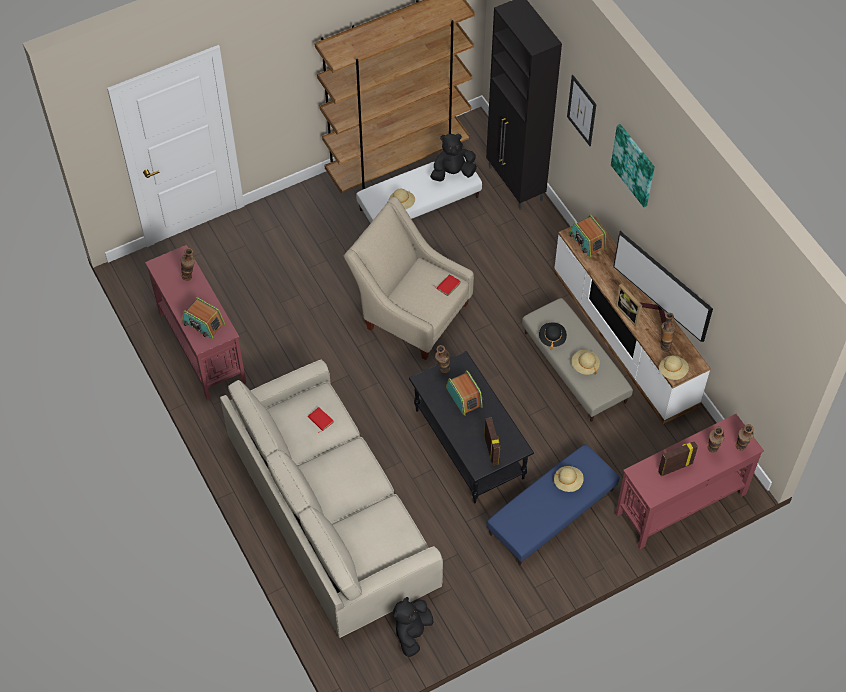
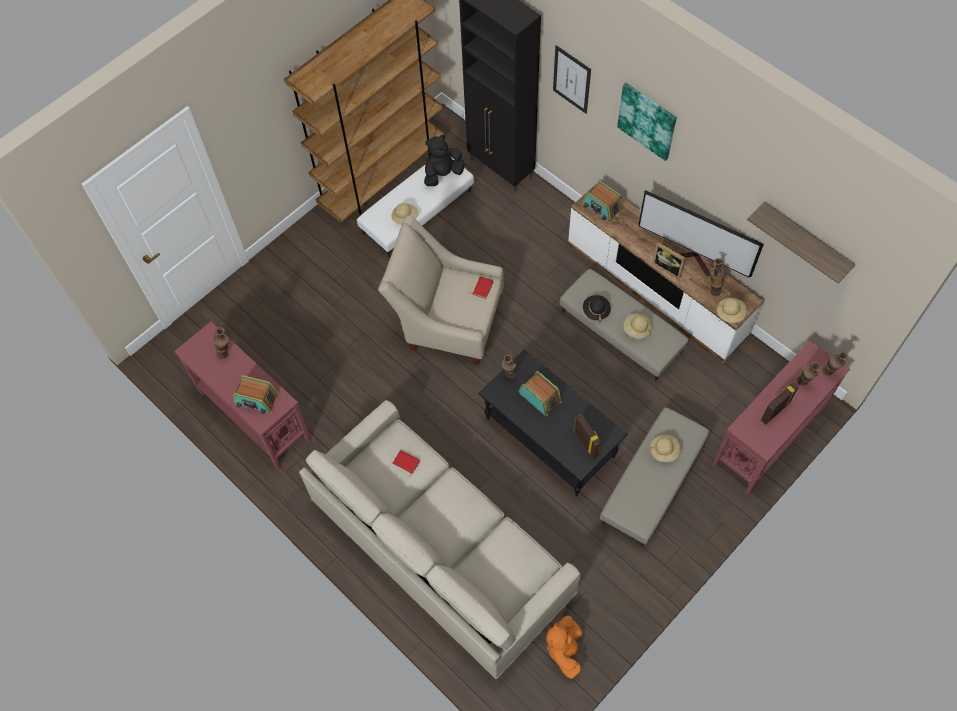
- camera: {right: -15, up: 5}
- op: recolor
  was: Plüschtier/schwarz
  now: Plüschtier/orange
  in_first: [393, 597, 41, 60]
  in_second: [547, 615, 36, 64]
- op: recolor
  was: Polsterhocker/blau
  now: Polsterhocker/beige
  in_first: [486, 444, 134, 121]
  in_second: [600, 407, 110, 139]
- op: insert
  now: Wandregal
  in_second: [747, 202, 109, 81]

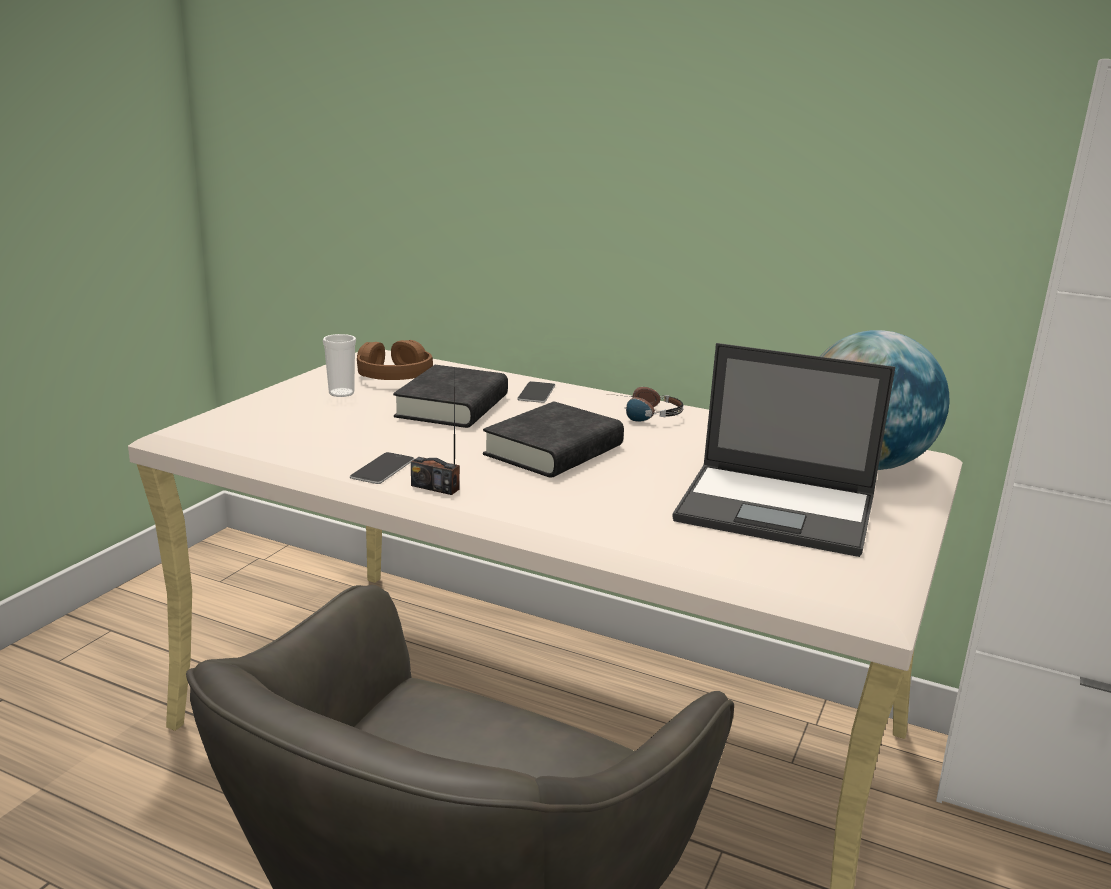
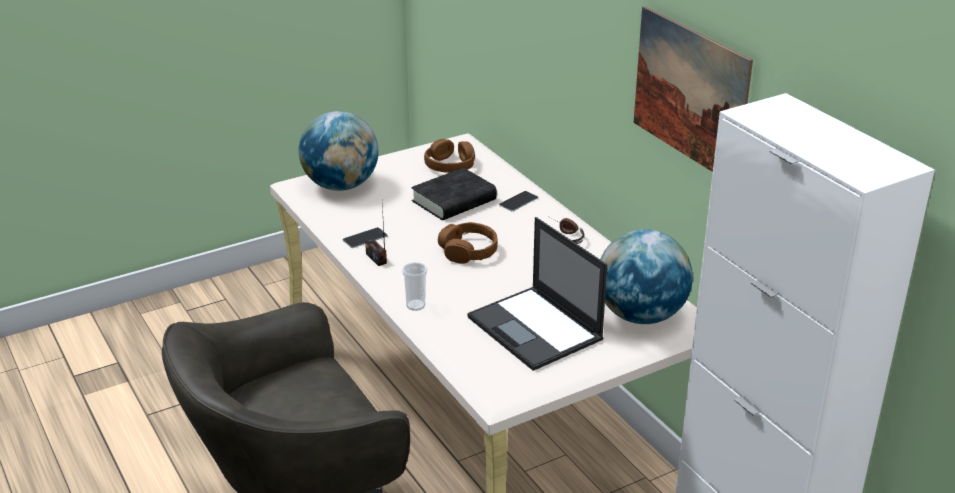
- camera: {right: 35, up: 10}
- op: move
  was: Tasse
  in_first: [323, 334, 33, 63]
  in_second: [402, 262, 25, 49]
- op: replace
  was: Buch/schwarz
  now: Kopfhörer/braun
  in_first: [483, 401, 141, 77]
  in_second: [438, 222, 60, 42]
- op: insert
  now: Globus
  in_second: [299, 111, 80, 80]
- op: insert
  now: Bild
  in_second: [634, 6, 119, 166]

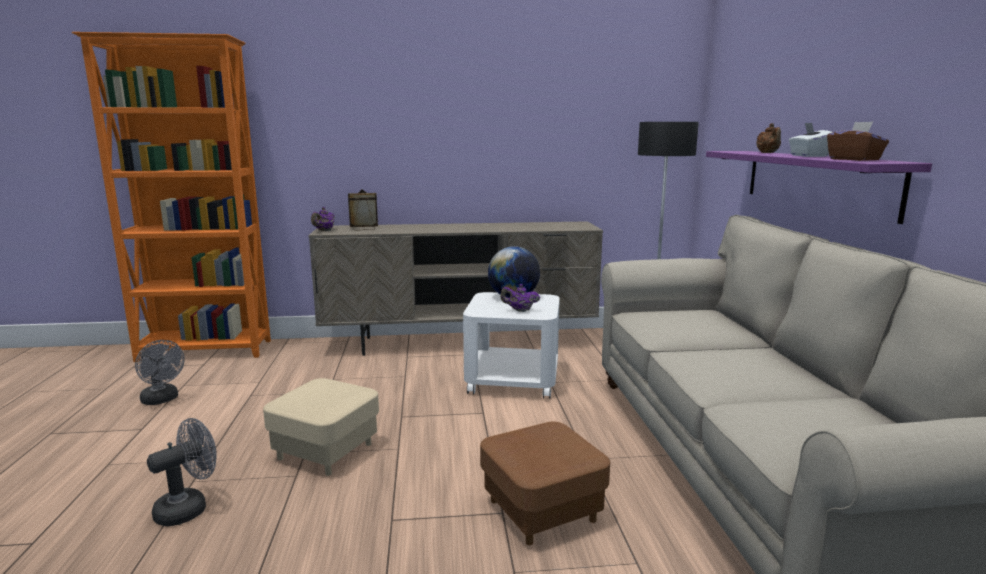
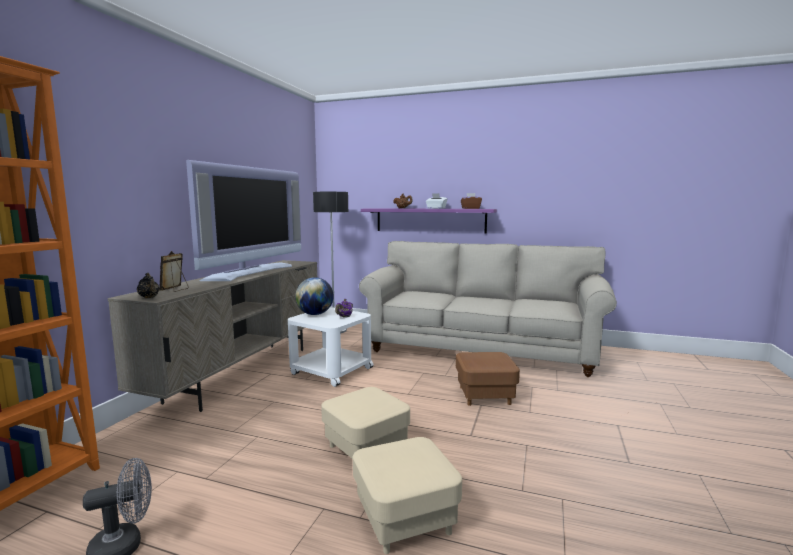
- camera: {right: -65, up: -5}
- op: replace
  was: Ventilator/grau
  now: Polsterhocker/beige
  in_first: [147, 418, 70, 108]
  in_second: [353, 437, 109, 117]
- op: recolor
  was: Teekanne/lila
  now: Teekanne/schwarz
  in_first: [311, 207, 24, 24]
  in_second: [136, 273, 24, 25]
- op: insert
  now: Fernseher
  in_second: [186, 160, 115, 121]

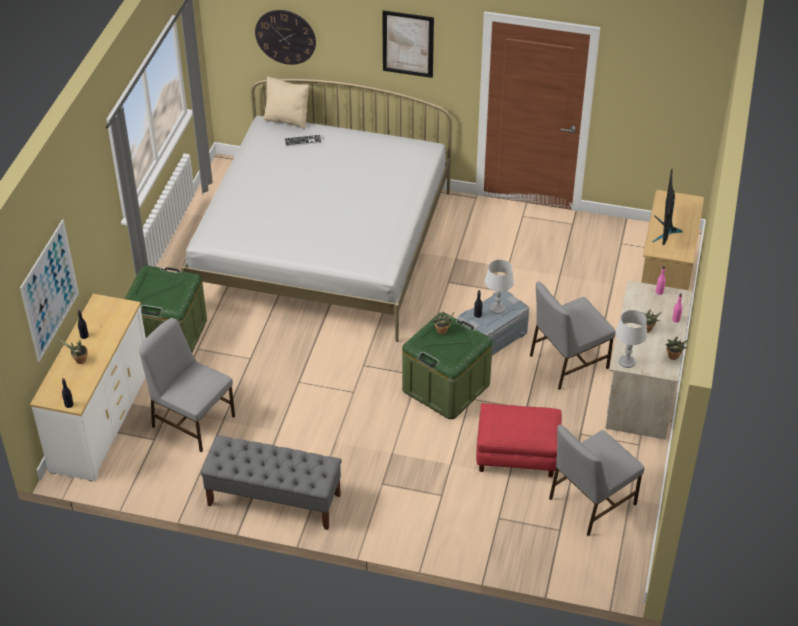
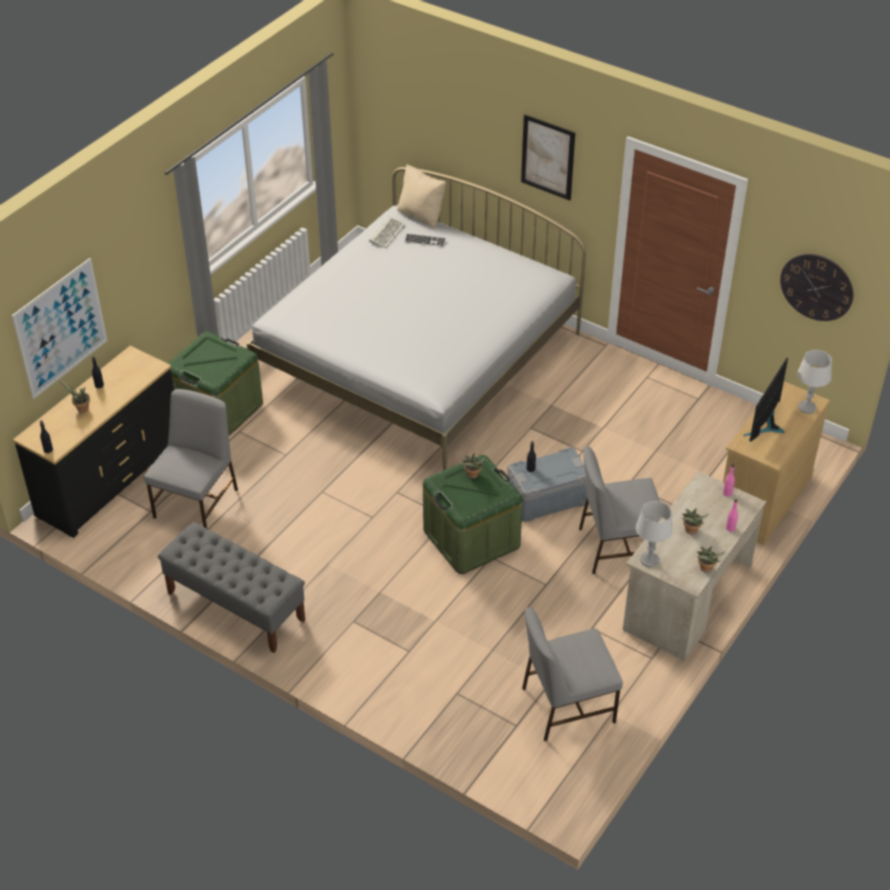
- camera: {right: 20, up: 0}
- op: recolor
  was: Kommode/weiß
  now: Kommode/schwarz
  in_first: [30, 294, 116, 188]
  in_second: [13, 346, 161, 192]
- op: rotate
  was: Stuhl/grau
  in_first: [139, 318, 96, 134]
  in_second: [144, 389, 94, 140]
  clockwise: 60
- op: move
  was: Wanduhr
  in_first: [255, 10, 61, 55]
  in_second: [780, 254, 73, 67]
- op: delete
  was: Polsterhocker/rot
  in_first: [476, 403, 86, 74]
- op: move
  was: Tischlampe/grau
  in_first: [485, 260, 29, 54]
  in_second: [797, 350, 35, 64]
- op: insert
  now: Tastatur
  in_second: [369, 216, 36, 32]

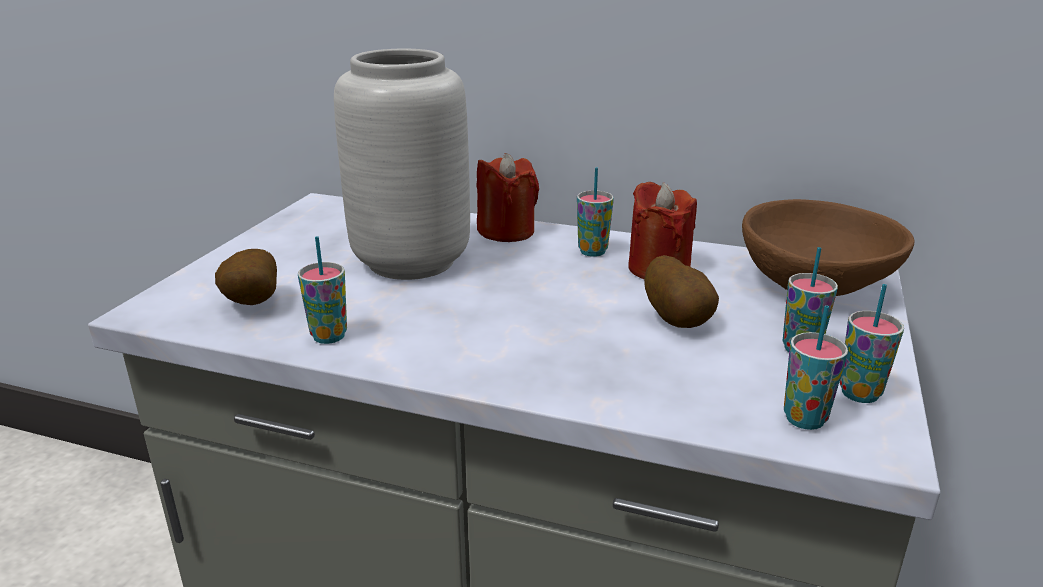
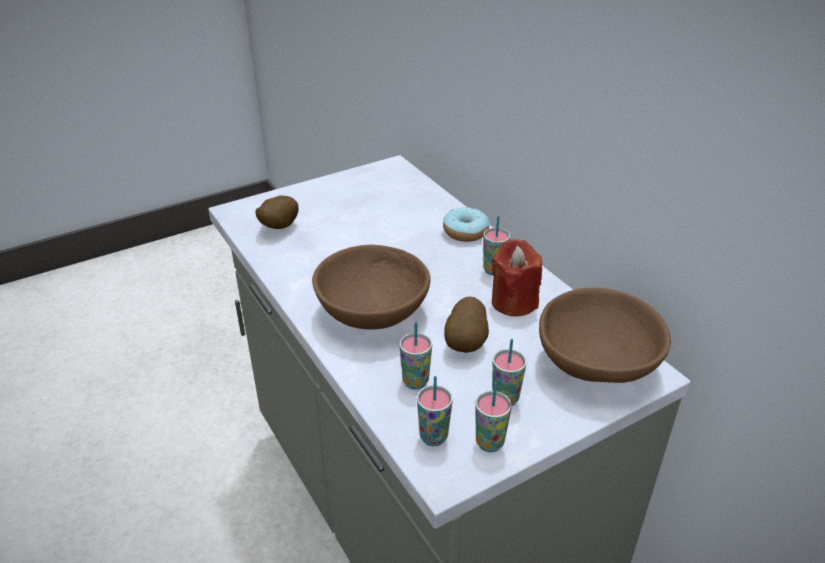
- camera: {right: 40, up: 10}
- op: move
  was: Tasse
  in_first: [298, 236, 49, 108]
  in_second: [400, 322, 32, 68]
- op: delete
  was: Vase/grau
  in_first: [334, 49, 136, 231]
- op: replace
  was: Kerze/rot
  now: Donut
  in_first: [477, 153, 62, 89]
  in_second: [443, 207, 47, 35]
- op: insert
  now: Schüssel/braun
  in_second: [312, 245, 118, 85]

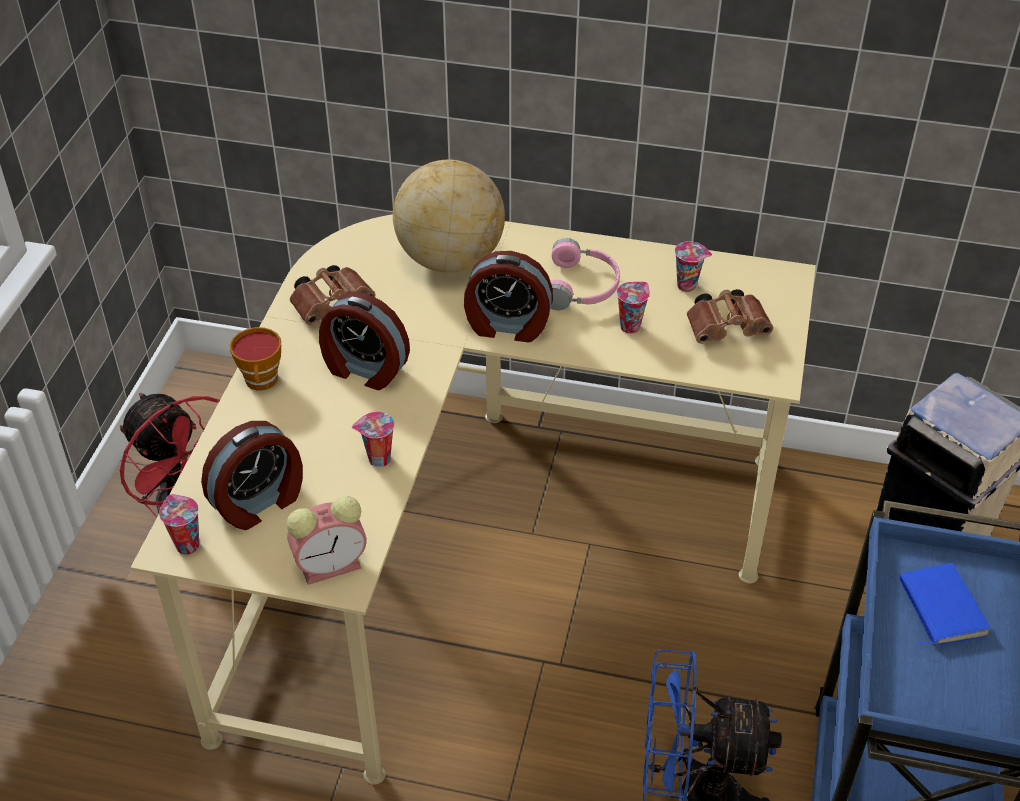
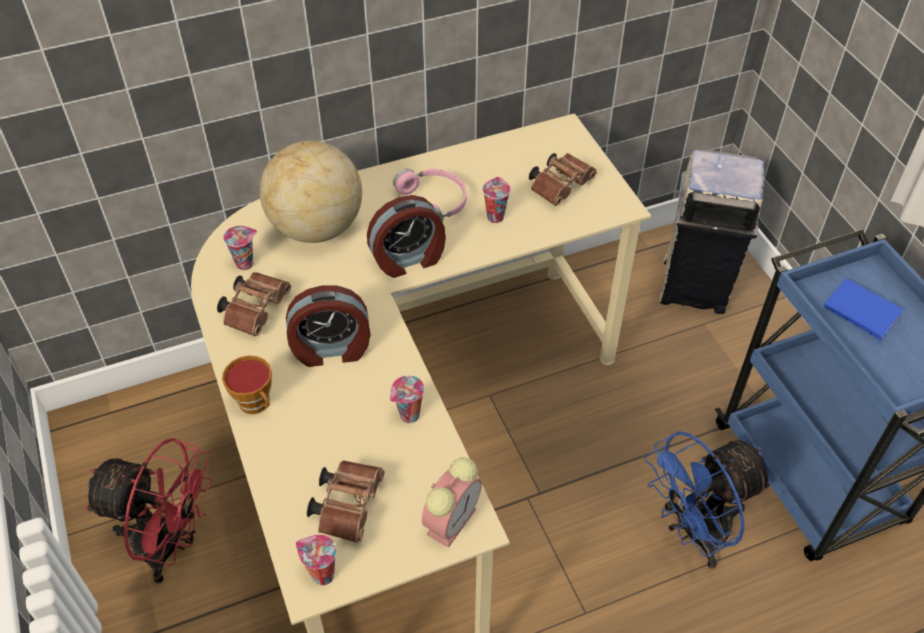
- camera: {right: -35, up: 5}
- op: replace
  was: Wecker
  now: Fernglas/braun
  in_first: [201, 421, 102, 109]
  in_second: [307, 460, 77, 83]
- op: move
  was: Tasse
  in_first: [675, 242, 37, 50]
  in_second: [223, 225, 34, 45]

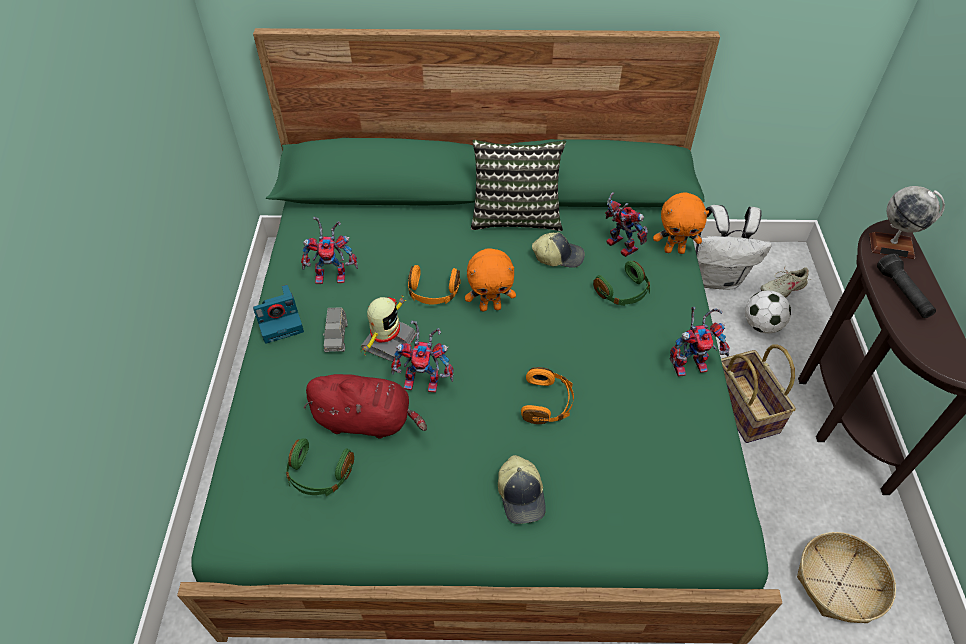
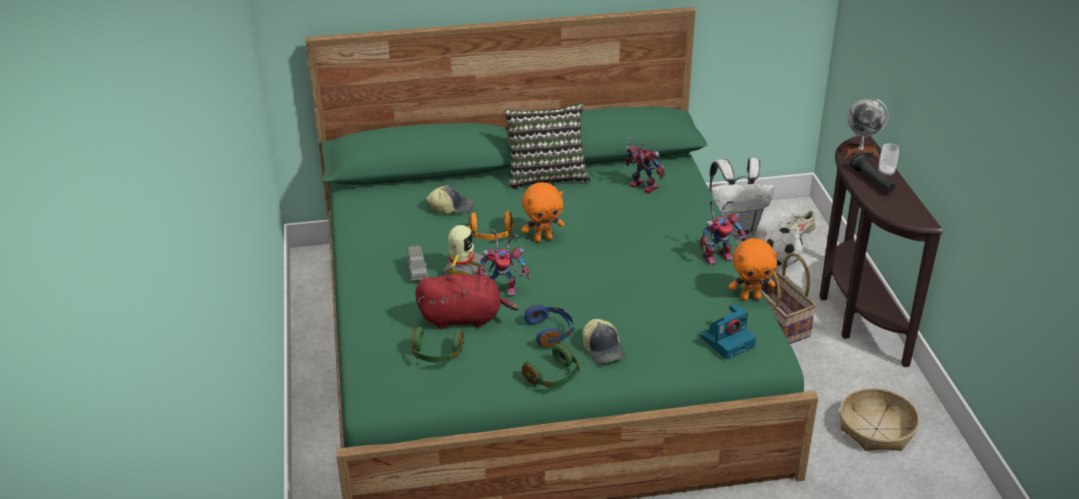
- camera: {right: -10, up: -15}
- op: move
  was: Kamera
  in_first: [253, 285, 51, 59]
  in_second: [701, 304, 55, 55]
- op: delete
  was: Spielzeugroboter
  in_first: [301, 217, 57, 67]
- op: delete
  was: Kopfhörer/orange
  in_first: [521, 367, 53, 57]
- op: move
  was: Kappe
  in_first: [532, 232, 53, 36]
  in_second: [427, 185, 47, 29]
- op: move
  was: Kopfhörer/grün
  in_first: [593, 261, 57, 45]
  in_second: [522, 344, 58, 44]
- op: move
  was: Plüschtier/orange
  in_first: [653, 192, 56, 62]
  in_second: [729, 238, 49, 63]
- op: insert
  now: Kopfhörer/blau
  in_second: [524, 304, 51, 44]
- op: insert
  now: Tasse
  in_second: [879, 143, 20, 33]

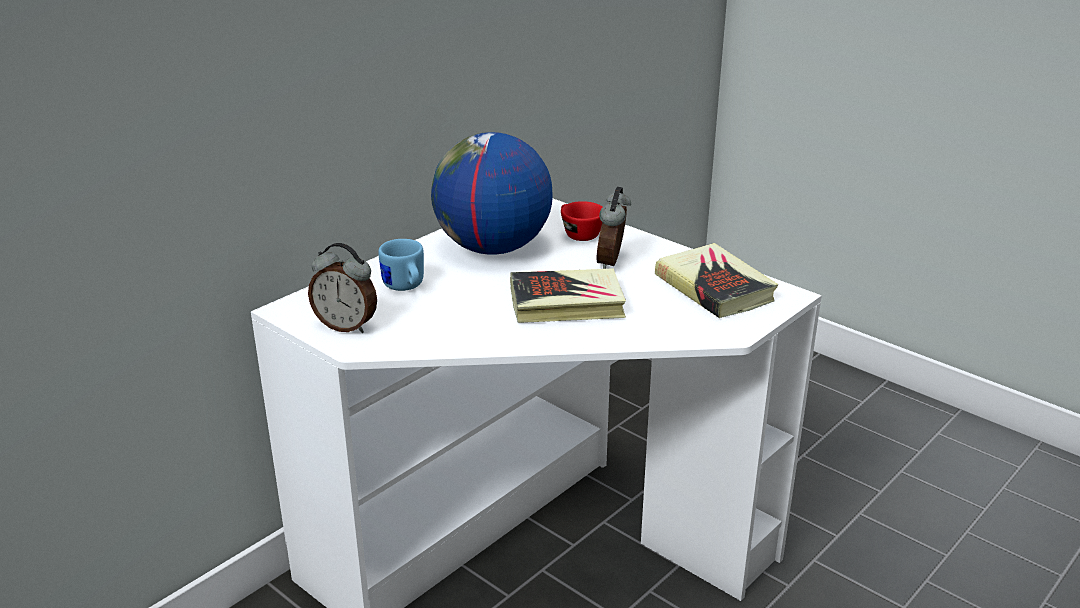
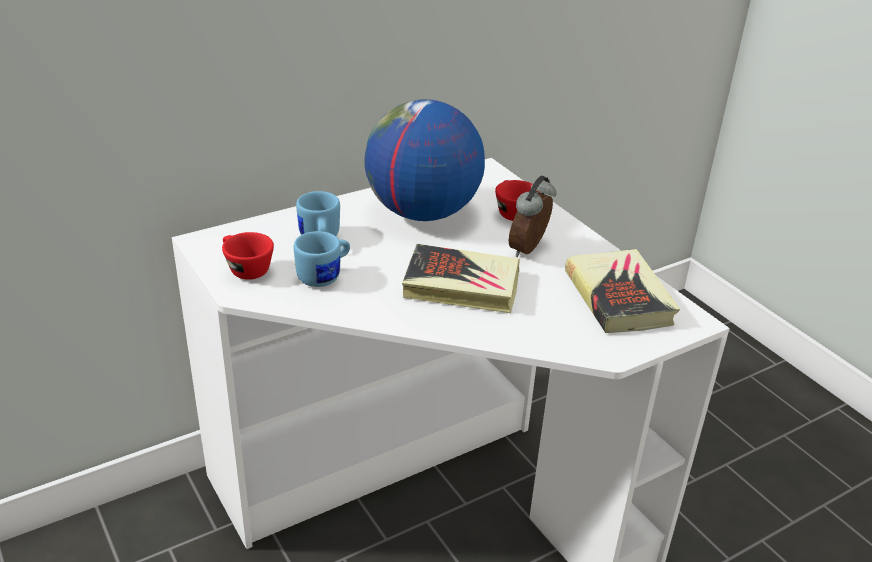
- camera: {right: 15, up: 5}
- op: replace
  was: Wecker
  now: Tasse/rot
  in_first: [308, 243, 69, 90]
  in_second: [222, 232, 52, 48]
- op: insert
  now: Henkelbecher/blau
  in_second: [294, 231, 56, 56]

